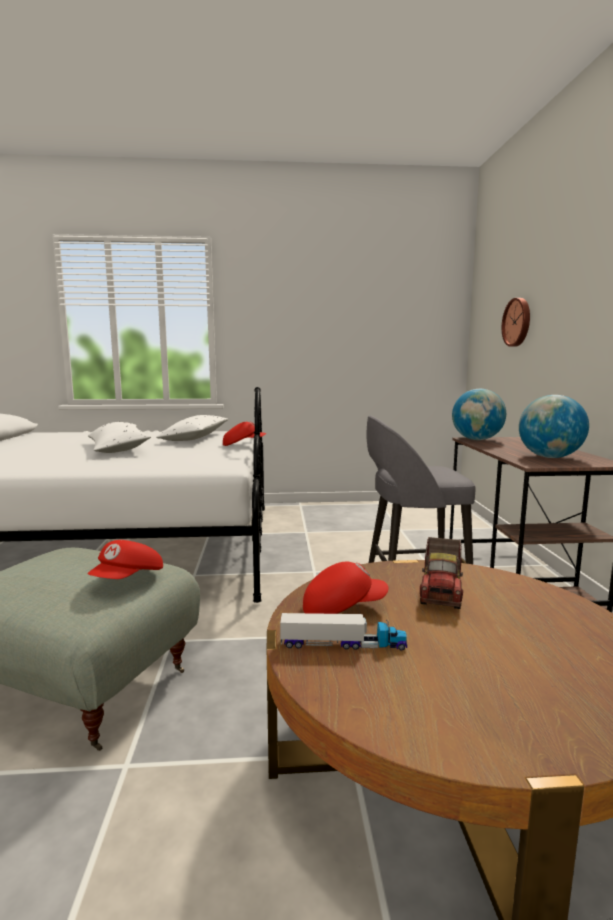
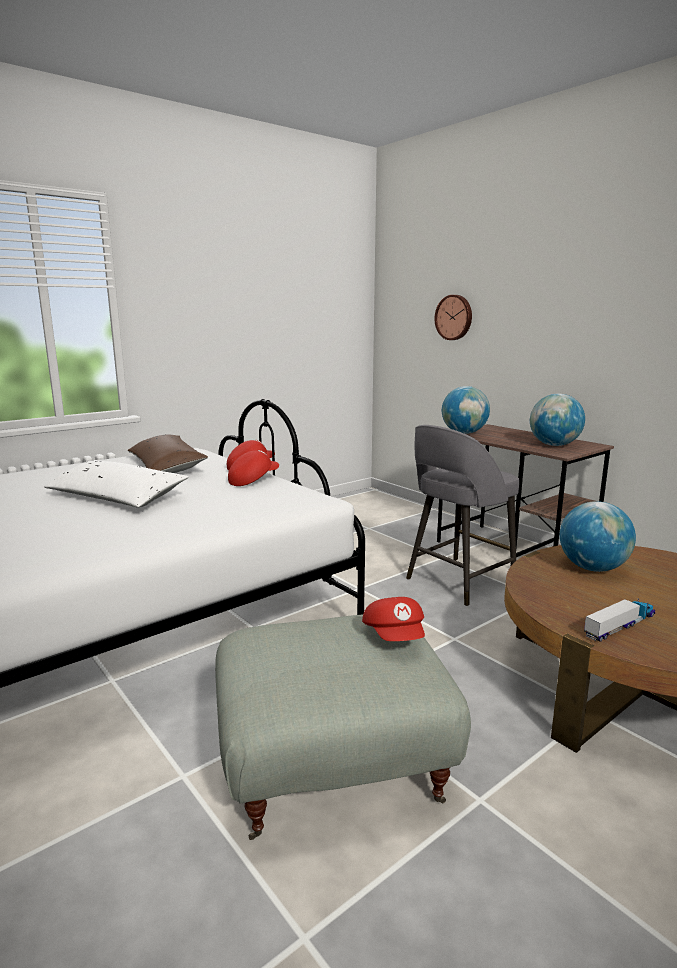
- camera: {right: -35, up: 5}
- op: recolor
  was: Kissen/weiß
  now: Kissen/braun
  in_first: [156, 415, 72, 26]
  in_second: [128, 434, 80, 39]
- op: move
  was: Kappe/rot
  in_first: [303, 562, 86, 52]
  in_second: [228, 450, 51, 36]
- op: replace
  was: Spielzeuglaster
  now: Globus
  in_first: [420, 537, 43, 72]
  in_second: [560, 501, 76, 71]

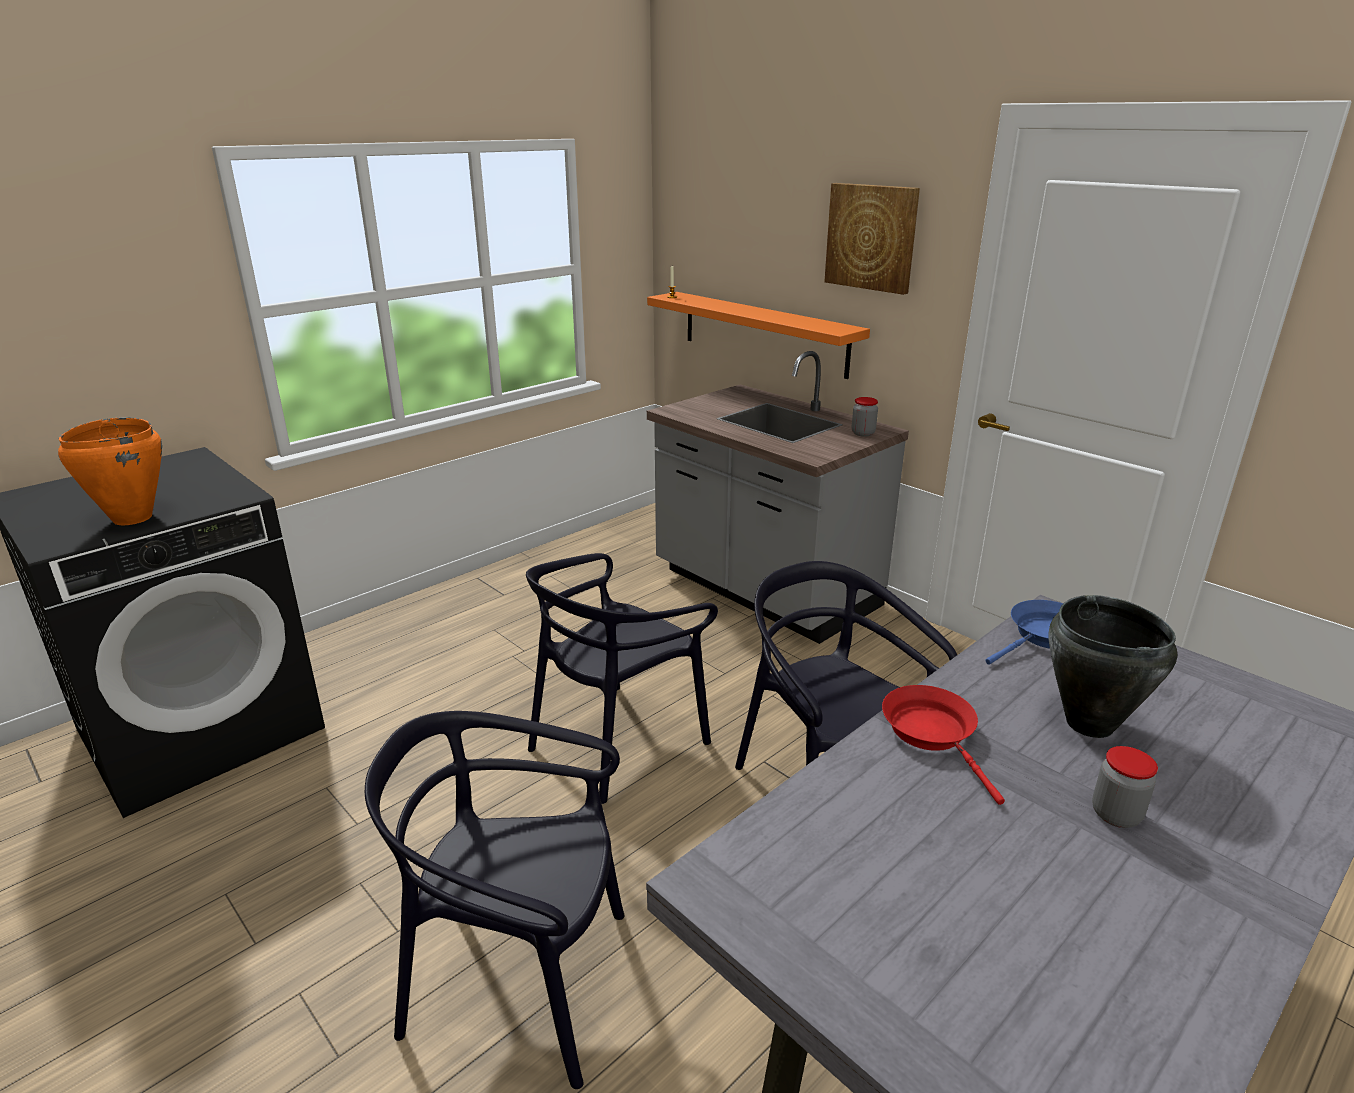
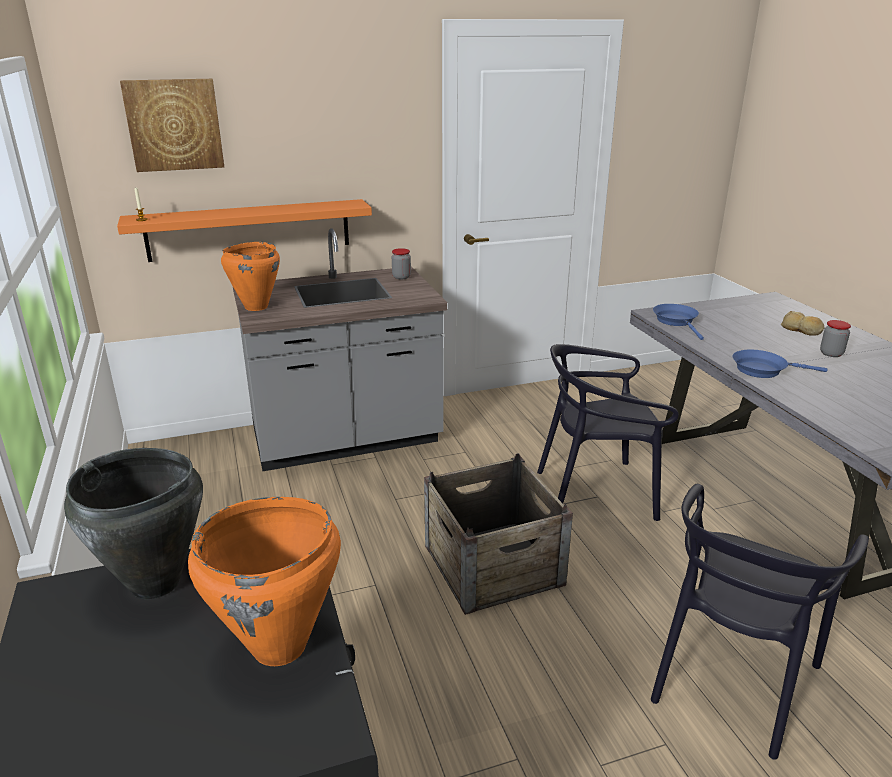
- camera: {right: -65, up: 0}
- op: replace
  was: Stuhl/schwarz
  now: Kiste
  in_first: [526, 553, 192, 251]
  in_second: [424, 453, 149, 162]
- op: move
  was: Bild
  in_first: [824, 183, 96, 112]
  in_second: [120, 79, 104, 93]
- op: recolor
  was: Pfanne/rot
  now: Pfanne/blau
  in_first: [882, 685, 123, 120]
  in_second: [733, 350, 95, 28]
- op: move
  was: Kochtopf/schwarz
  in_first: [1049, 595, 128, 143]
  in_second: [64, 448, 139, 151]
- op: insert
  now: Kochtopf/orange
  in_second: [221, 242, 59, 69]
- op: insert
  now: Brot
  in_second: [781, 311, 43, 25]

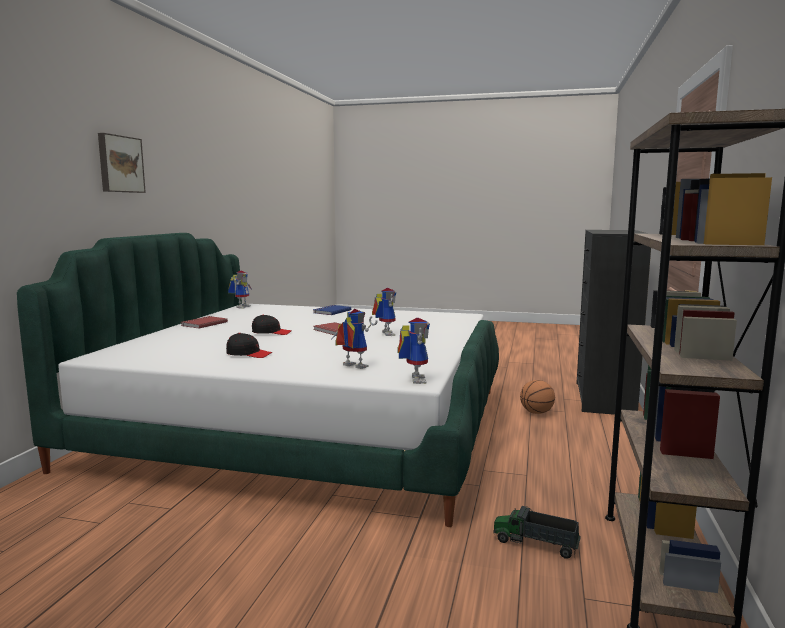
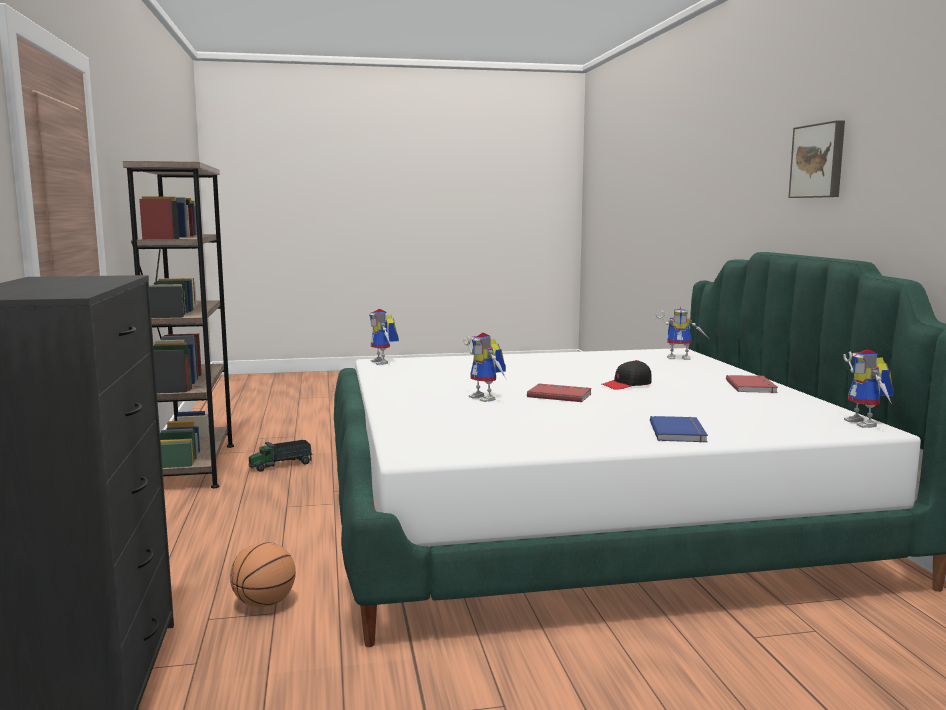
- camera: {right: 155, up: 0}
- op: delete
  was: Kappe/schwarz
  in_first: [226, 333, 46, 25]
- op: move
  was: Spielzeugroboter
  in_first: [332, 309, 45, 60]
  in_second: [655, 307, 53, 53]
- op: rotate
  was: Spielzeuglaster
  in_first: [494, 506, 87, 53]
  in_second: [249, 440, 64, 32]
  clockwise: 150

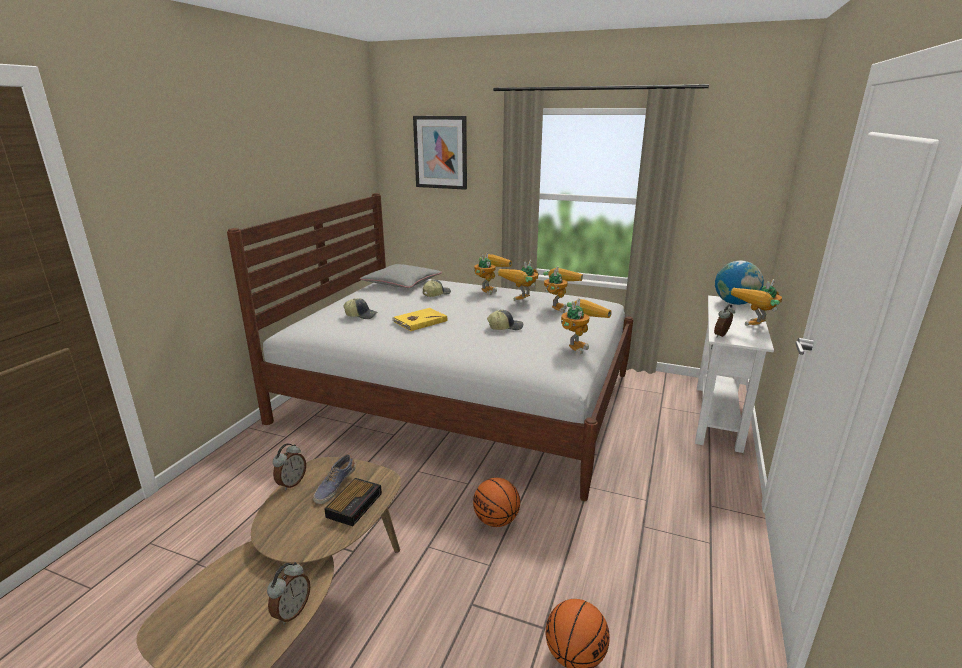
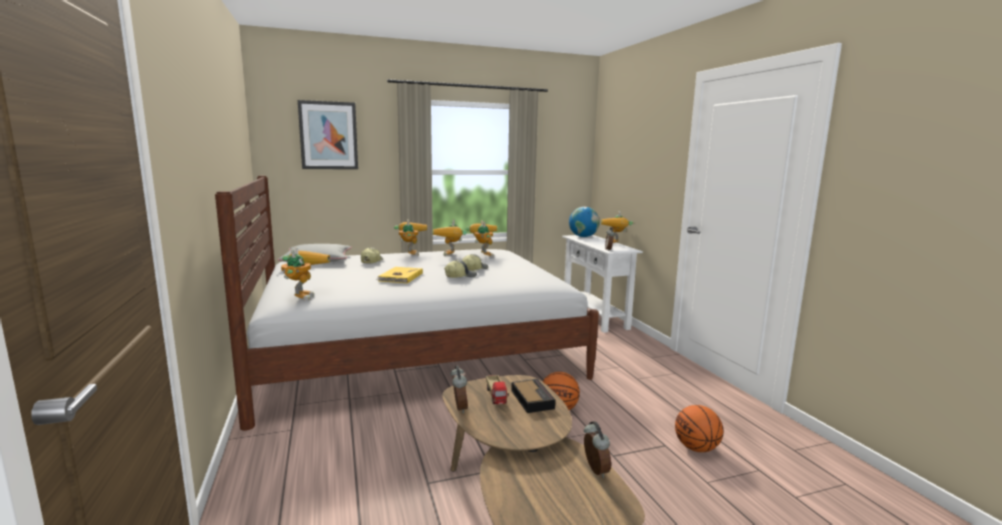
- camera: {right: -40, up: -10}
- op: replace
  was: Schuh
  now: Spielzeuglaster
  in_first: [313, 454, 43, 50]
  in_second: [486, 375, 23, 29]
- op: move
  was: Kappe
  in_first: [343, 298, 35, 21]
  in_second: [444, 260, 33, 18]
- op: move
  was: Spielzeugroboter
  in_first: [561, 298, 51, 57]
  in_second: [281, 247, 49, 54]

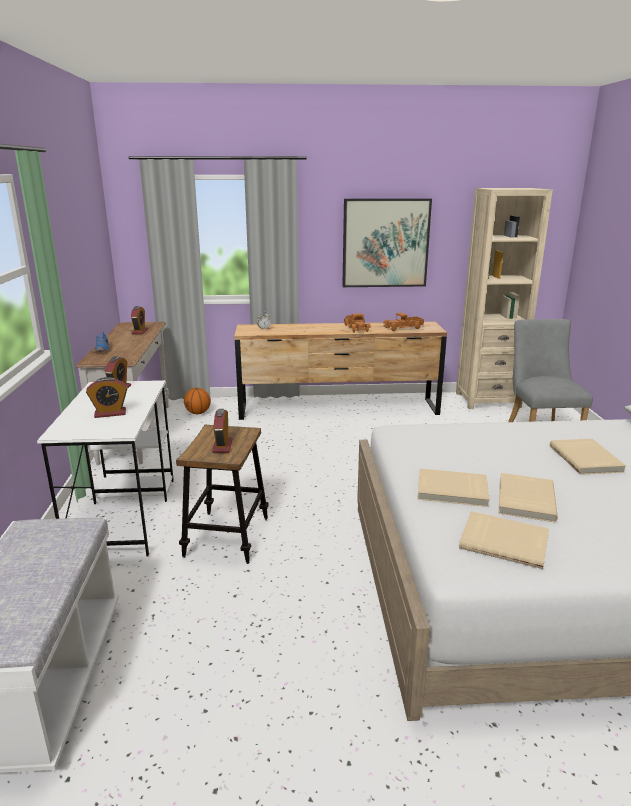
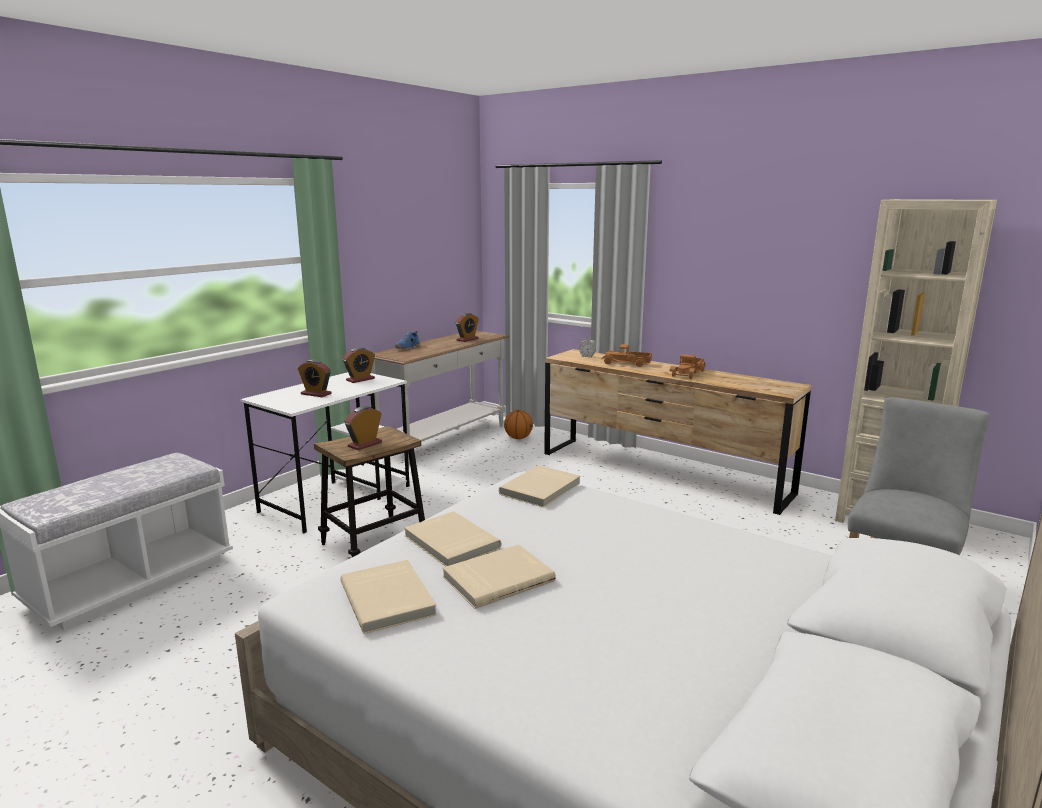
- camera: {right: 40, up: -5}
- op: delete
  was: Bild
  in_first: [342, 198, 90, 89]
- op: move
  was: Spielzeuglaster
  in_first: [383, 312, 41, 19]
  in_second: [602, 344, 50, 23]
- op: move
  was: Buch/beige
  in_first: [550, 439, 76, 36]
  in_second: [499, 465, 81, 42]

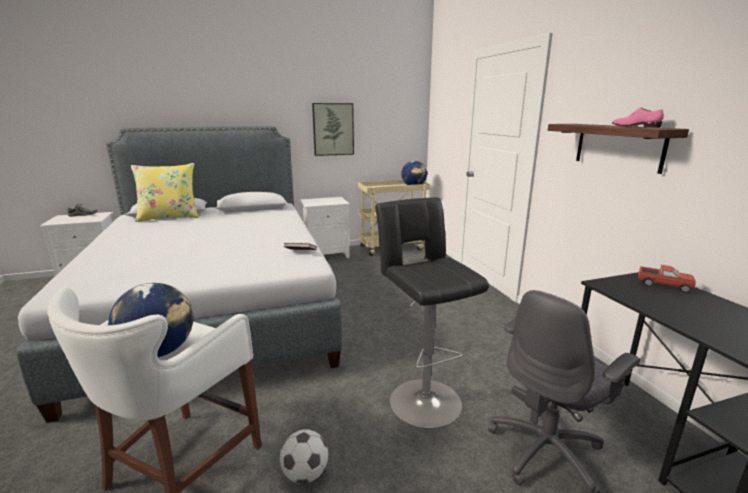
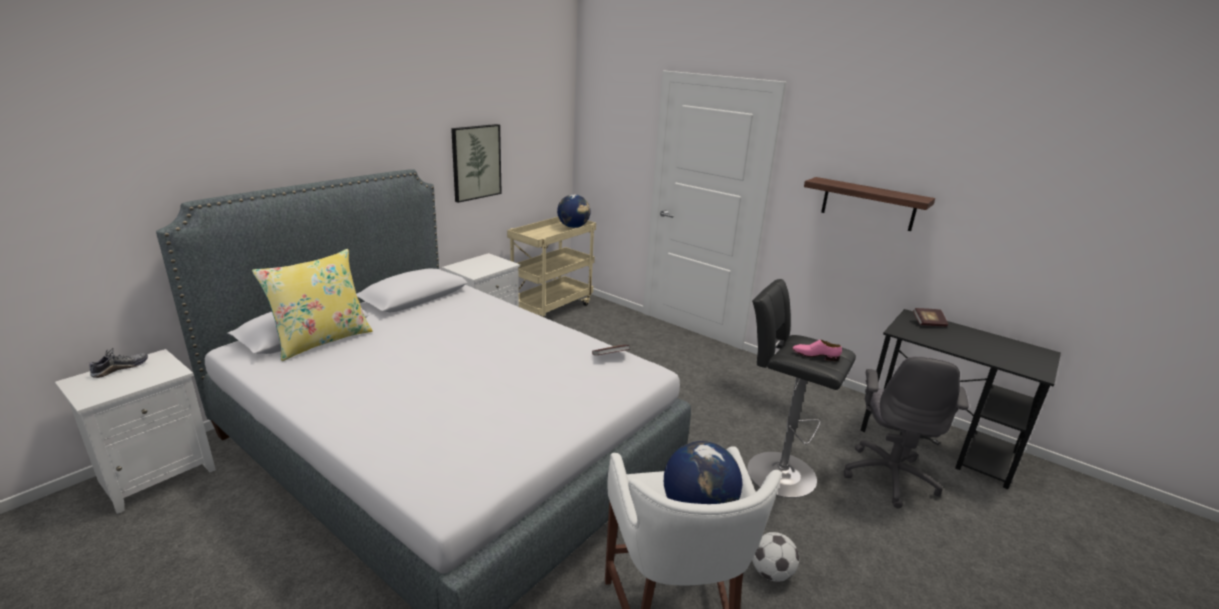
- camera: {right: -35, up: 5}
- op: move
  was: Schuh/rosa
  in_first: [612, 107, 52, 20]
  in_second: [792, 340, 50, 21]
- op: replace
  was: Spielzeuglaster
  now: Buch
  in_first: [638, 265, 58, 28]
  in_second: [913, 308, 35, 19]

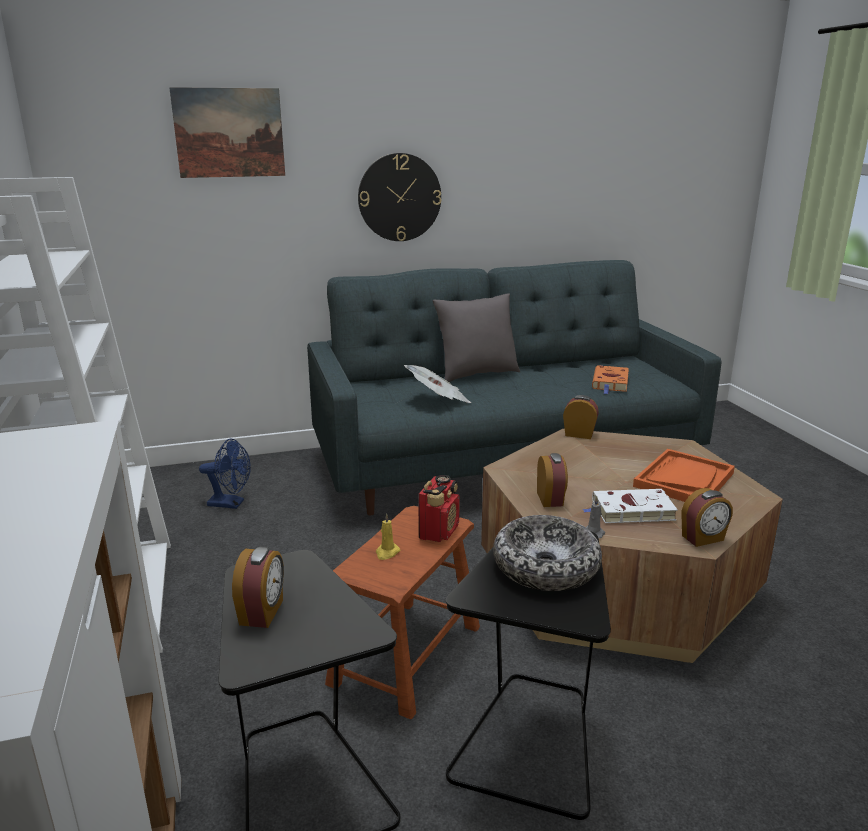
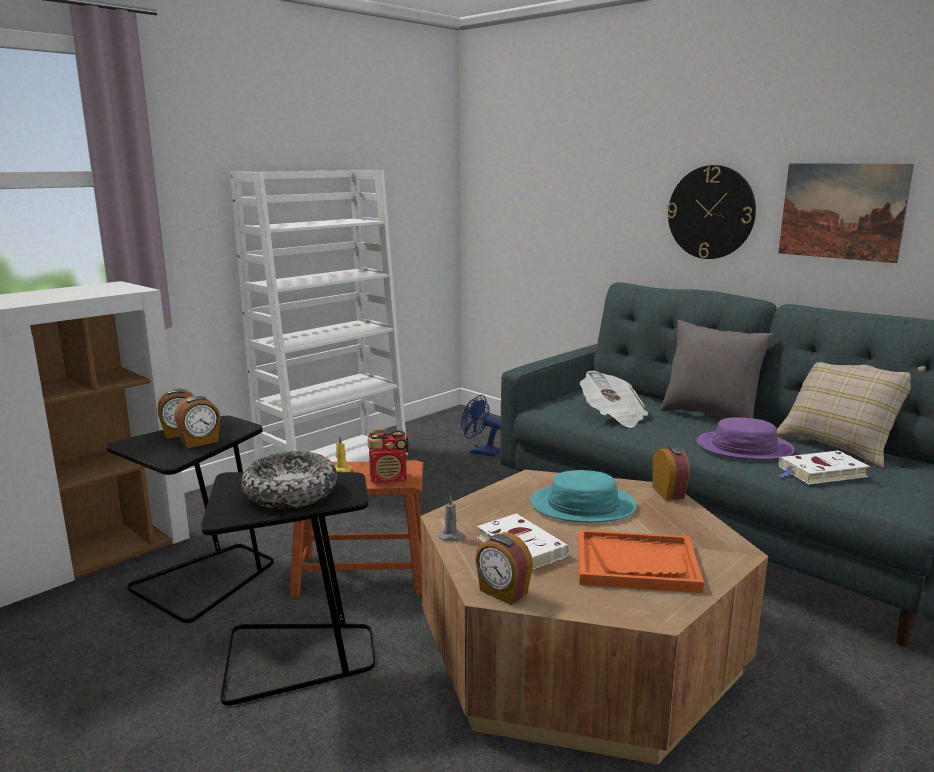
- camera: {right: 60, up: -5}
- op: move
  was: Bild
  in_first: [169, 87, 116, 91]
  in_second: [778, 163, 136, 100]
- op: rotate
  was: Ventilator/blau
  in_first: [199, 439, 52, 70]
  in_second: [461, 395, 40, 62]
  clockwise: 135
- op: move
  was: Wecker
  in_first: [537, 453, 31, 54]
  in_second: [175, 396, 46, 52]
- op: recolor
  was: Buch/orange
  now: Buch/weiß
  in_first: [592, 365, 37, 29]
  in_second: [778, 451, 92, 33]
- op: insert
  now: Hut/türkis
  in_second: [531, 470, 106, 52]
- op: insert
  now: Hut/lila
  in_second: [697, 417, 98, 43]
- op: insert
  now: Kissen/beige
  in_second: [777, 352, 149, 116]

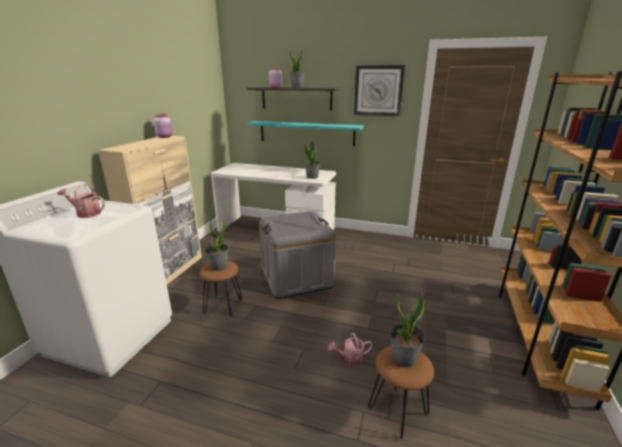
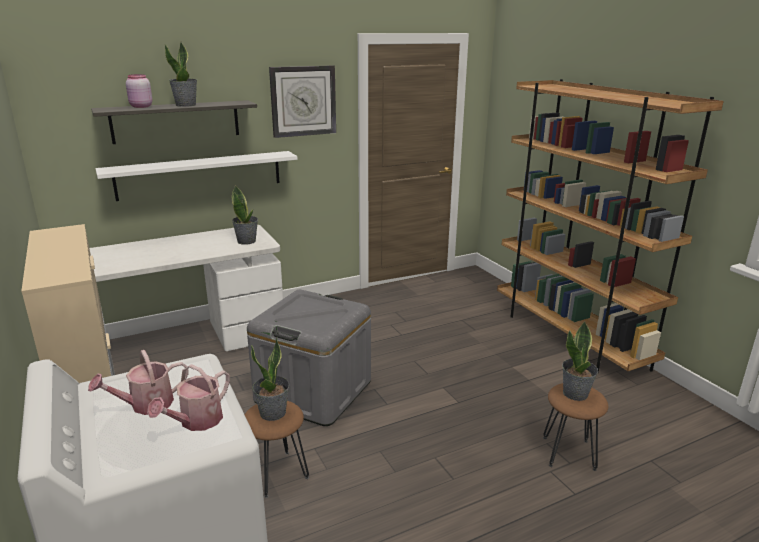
- camera: {right: -45, up: 0}
- op: delete
  was: Vorratsglas/rosa
  in_first: [153, 114, 20, 24]
- op: recolor
  was: Wandregal/türkis
  now: Wandregal/weiß
  in_first: [247, 121, 117, 26]
  in_second: [95, 151, 202, 50]
- op: move
  was: Gießkanne
  in_first: [328, 333, 45, 33]
  in_second: [147, 364, 83, 67]

